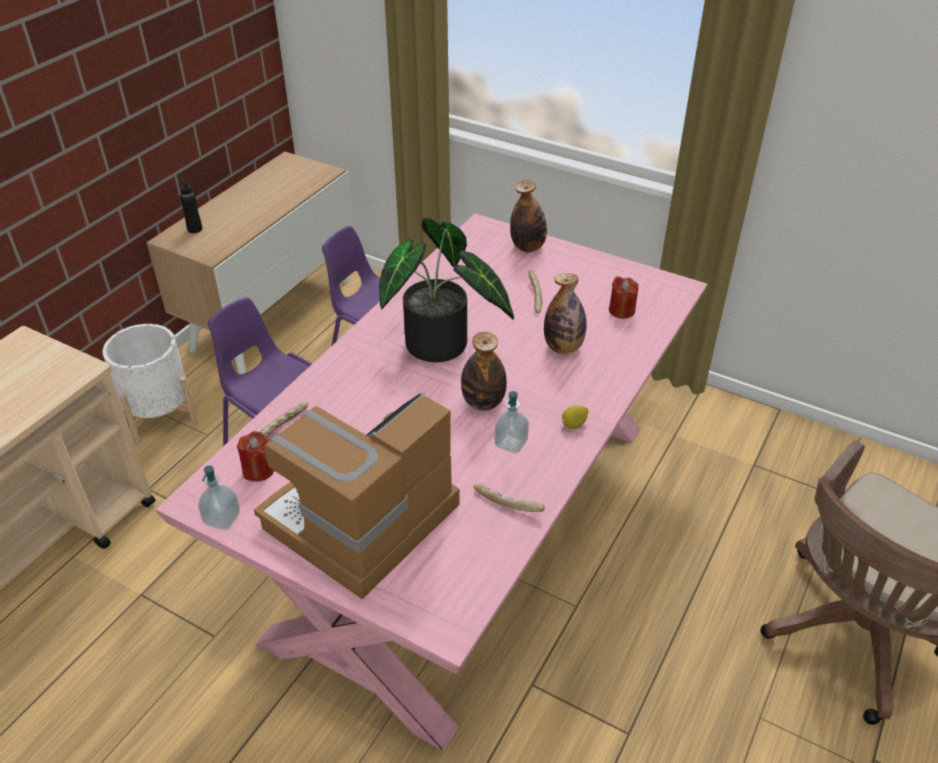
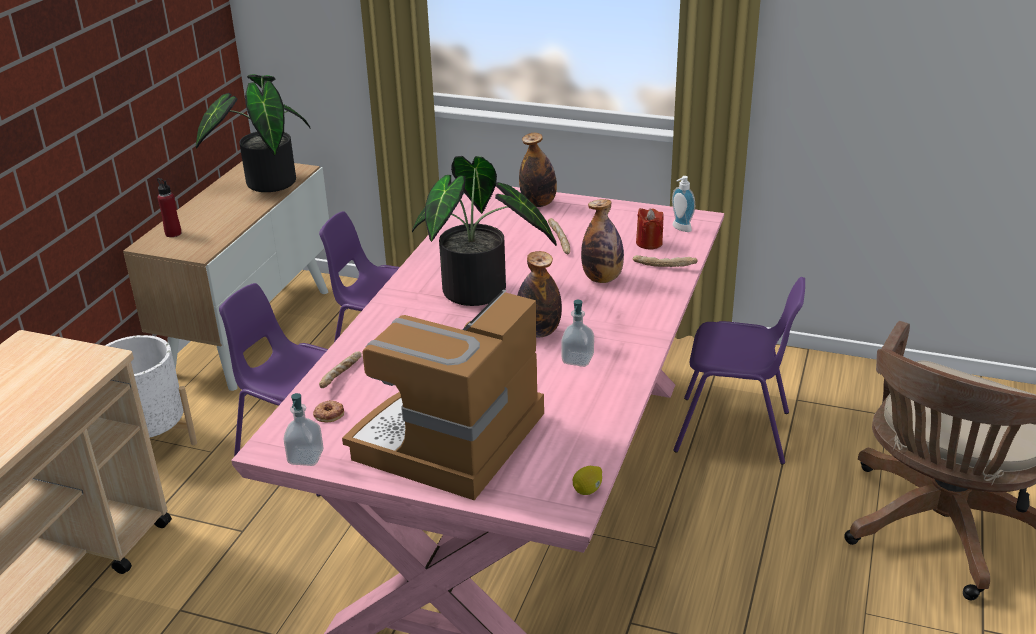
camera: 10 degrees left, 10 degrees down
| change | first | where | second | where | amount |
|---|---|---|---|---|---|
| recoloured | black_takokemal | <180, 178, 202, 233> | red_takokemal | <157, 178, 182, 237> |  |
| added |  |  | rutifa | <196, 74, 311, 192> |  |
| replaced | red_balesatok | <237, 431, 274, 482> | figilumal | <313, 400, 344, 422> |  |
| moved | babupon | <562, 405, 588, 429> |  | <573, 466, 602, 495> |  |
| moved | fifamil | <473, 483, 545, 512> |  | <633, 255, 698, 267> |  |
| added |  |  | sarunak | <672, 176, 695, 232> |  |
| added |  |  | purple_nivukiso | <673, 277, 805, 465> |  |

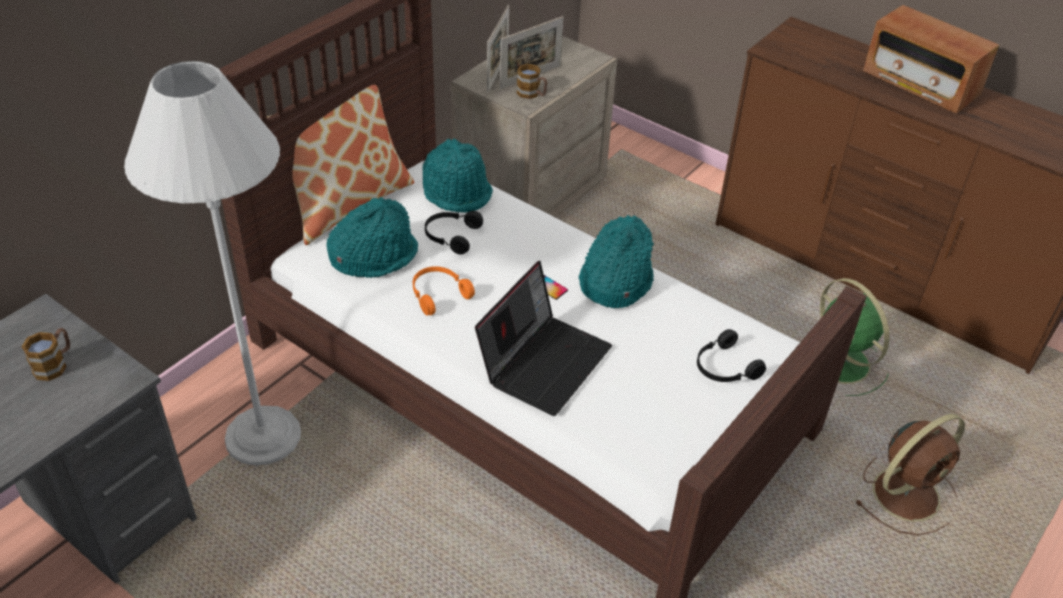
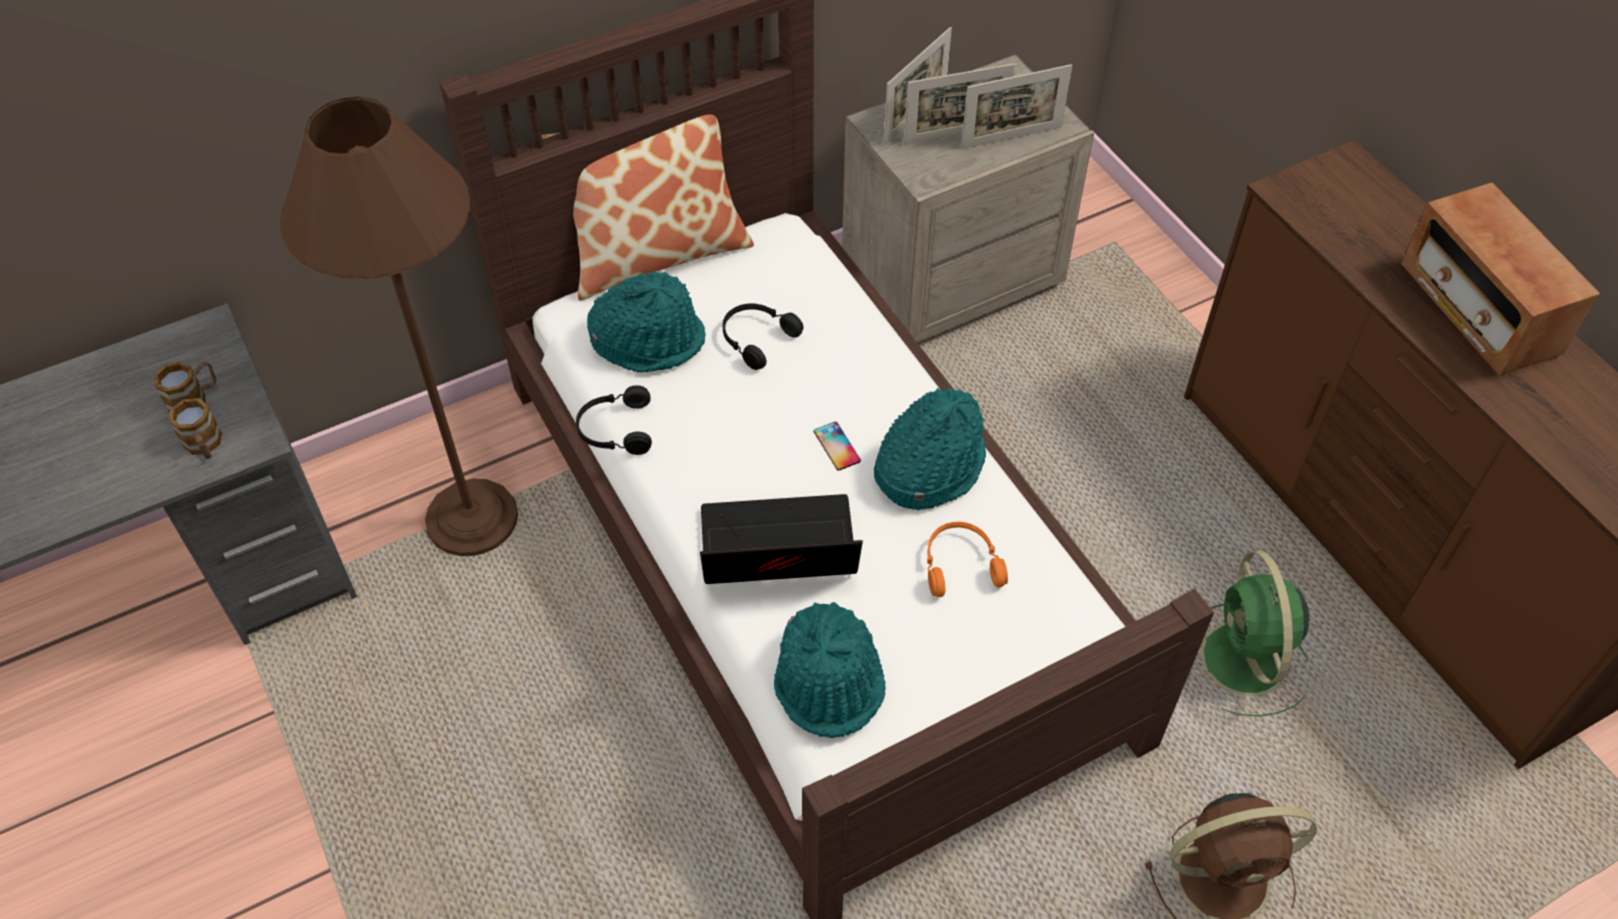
camera: 25 degrees right, 10 degrees up
| change | first | where | second | where | amount |
|---|---|---|---|---|---|
| moved | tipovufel | <517, 64, 547, 99> |  | <169, 398, 222, 459> |  |
| recoloured | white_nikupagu | <124, 61, 301, 466> | brown_nikupagu | <280, 97, 518, 556> |  |
| moved | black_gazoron | <697, 329, 766, 382> |  | <576, 385, 652, 455> |  |
| turned | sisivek | <475, 261, 612, 416> |  | <700, 494, 863, 584> | 150 degrees counterclockwise |
| moved | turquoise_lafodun | <422, 138, 493, 213> |  | <774, 602, 886, 738> |  |
| moved | orange_gazoron | <413, 266, 475, 315> |  | <927, 522, 1008, 597> |  |
| added |  |  | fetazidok | <961, 64, 1072, 149> |  |

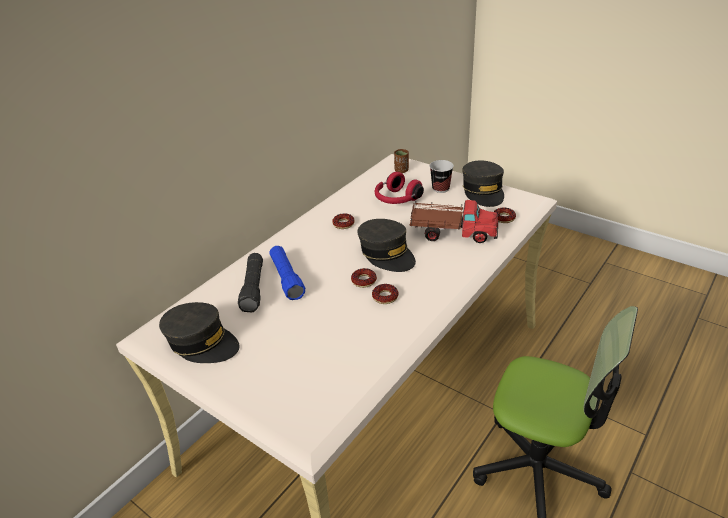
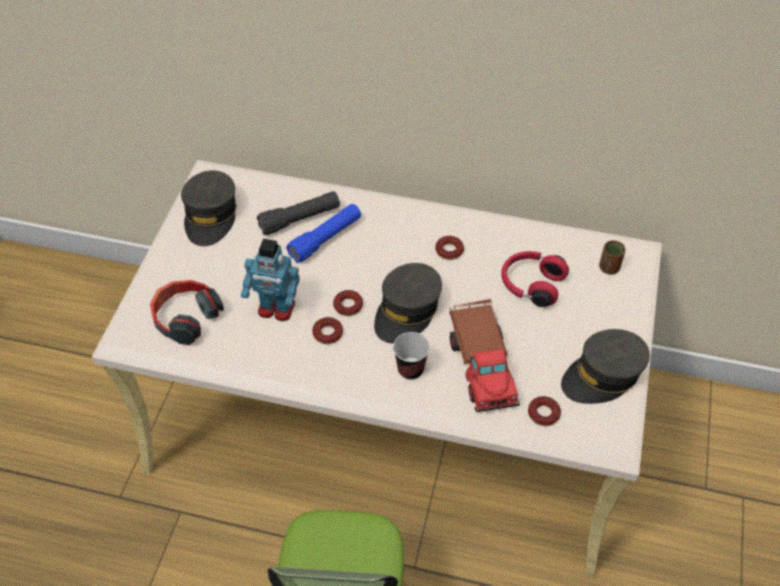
camera: 65 degrees right, 15 degrees up
| change | first | where | second | where | amount |
|---|---|---|---|---|---|
| added |  |  | gazoron | <150, 280, 224, 345> |  |
| added |  |  | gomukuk | <241, 239, 299, 321> |  |
| moved | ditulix | <430, 160, 454, 193> |  | <393, 332, 430, 380> |  |

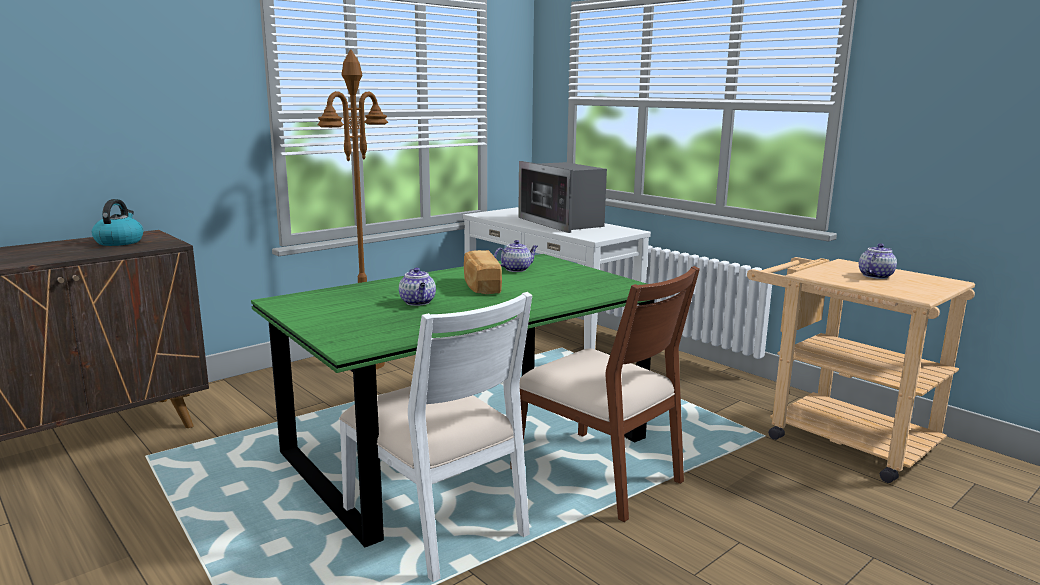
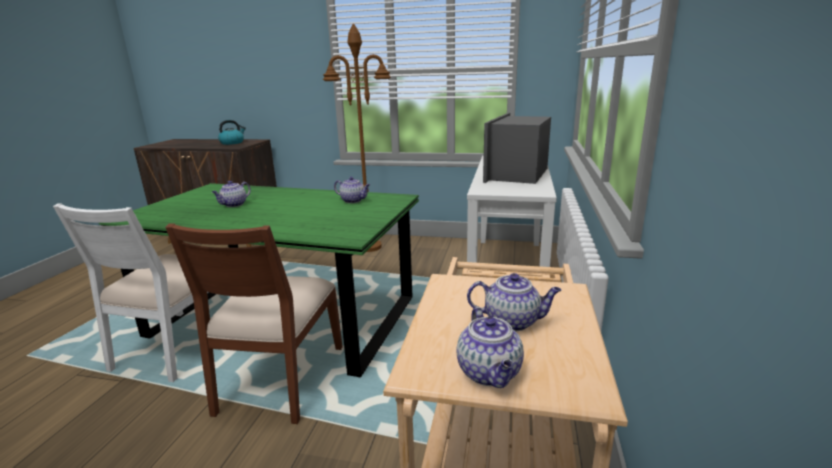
camera: 55 degrees right, 5 degrees up
| change | first | where | second | where | amount |
|---|---|---|---|---|---|
| added |  |  | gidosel | <456, 307, 524, 388> |  |
| removed | fifamil | <464, 250, 502, 294> |  |  |  |

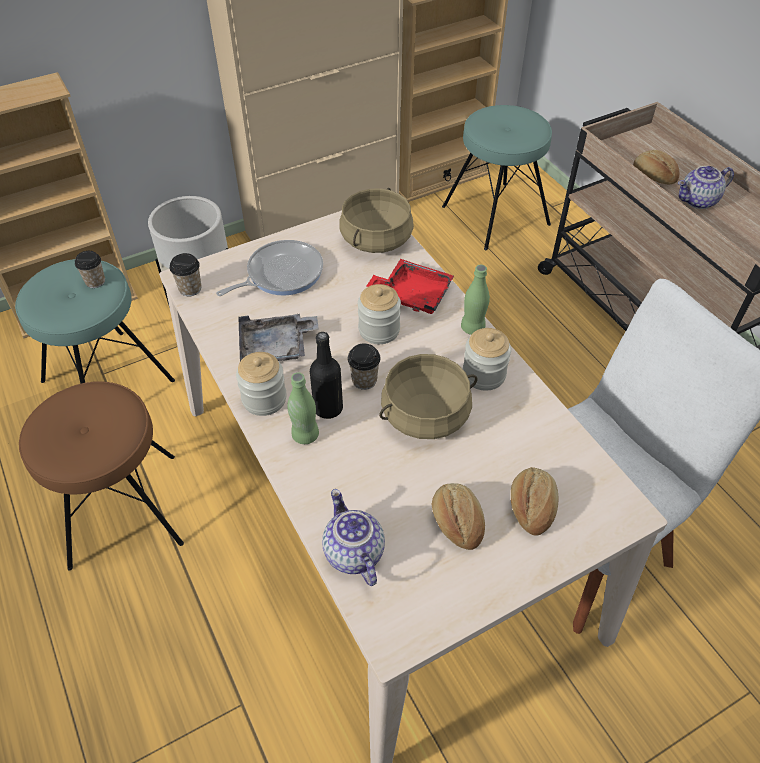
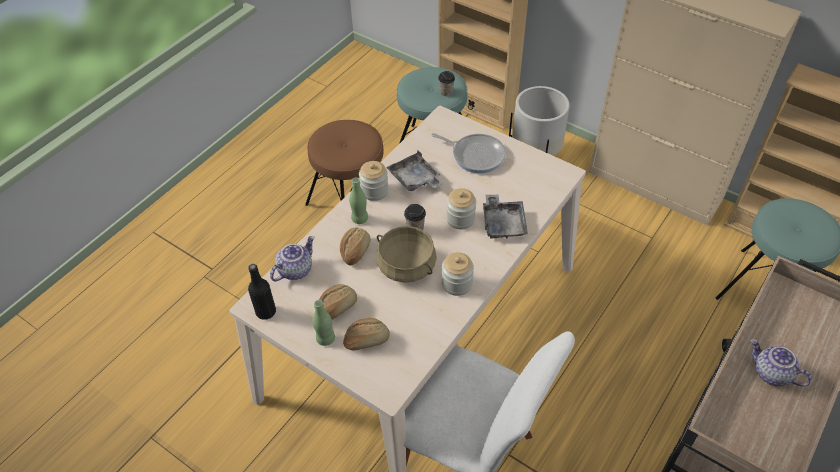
camera: 65 degrees right, 0 degrees up
| change | first | where | second | where | amount |
|---|---|---|---|---|---|
| moved | black_takokemal | <310, 332, 343, 419> |  | <248, 264, 276, 320> |  |
| moved | green_takokemal | <461, 265, 490, 335> |  | <312, 300, 335, 346> |  |
| moved | fifamil | <633, 150, 679, 185> |  | <340, 227, 371, 266> |  |
| recoloured | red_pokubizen | <366, 259, 454, 314> | grey_pokubizen | <483, 194, 528, 239> |  |
| removed | ditulix | <170, 253, 201, 297> |  |  |  |
| removed | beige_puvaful | <339, 188, 414, 253> |  |  |  |

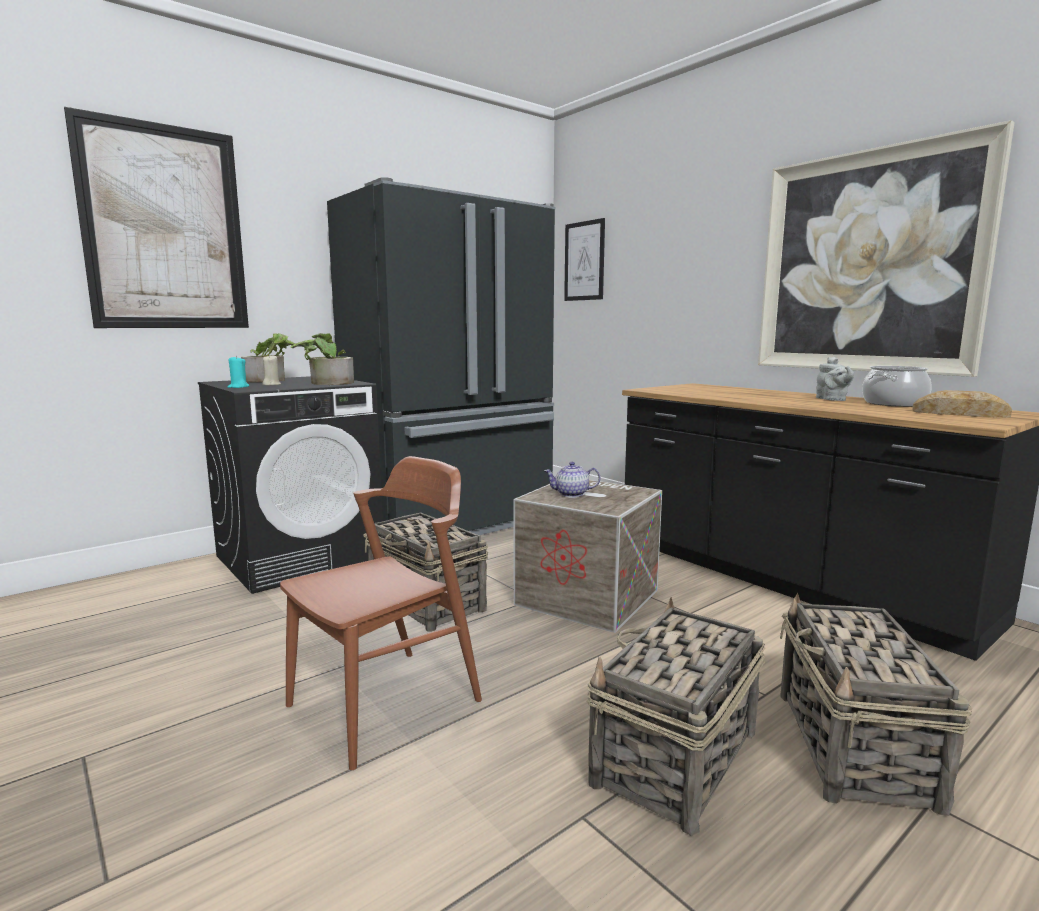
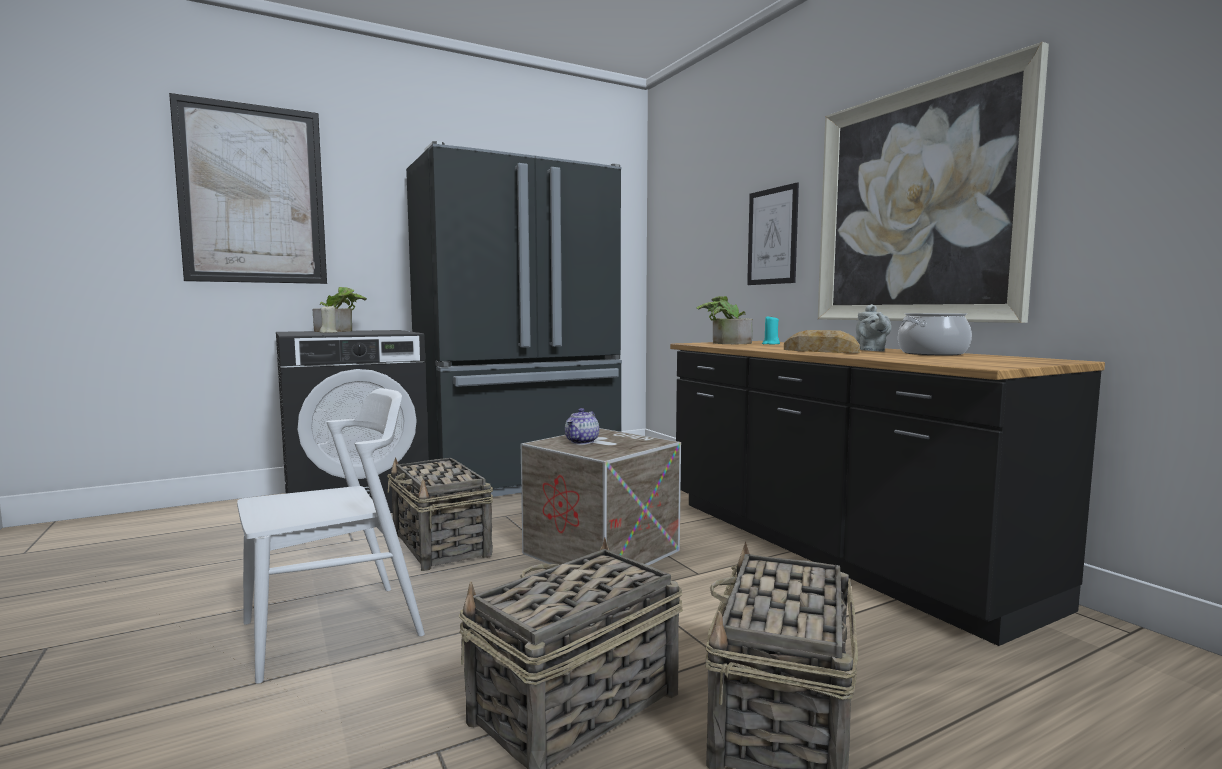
camera: 10 degrees right, 5 degrees down
| change | first | where | second | where | amount |
|---|---|---|---|---|---|
| recoloured | brown_nivukiso | <280, 456, 482, 770> | white_nivukiso | <237, 388, 425, 684> |  |
| turned | gidosel | <544, 462, 600, 497> |  | <565, 408, 599, 444> | 75 degrees counterclockwise |
| moved | rutifa | <290, 333, 354, 385> |  | <697, 296, 753, 344> |  |
| moved | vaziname | <564, 218, 605, 301> |  | <747, 183, 799, 285> |  |
| moved | turquoise_balesatok | <228, 356, 249, 388> |  | <762, 316, 780, 344> |  |
| moved | fifamil | <912, 390, 1012, 418> |  | <784, 330, 860, 353> |  |

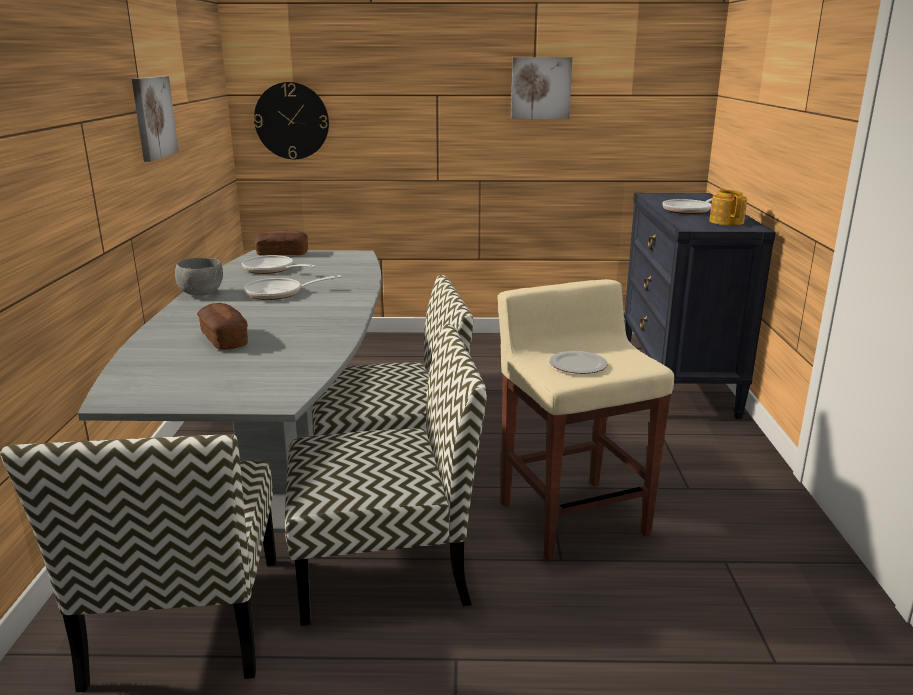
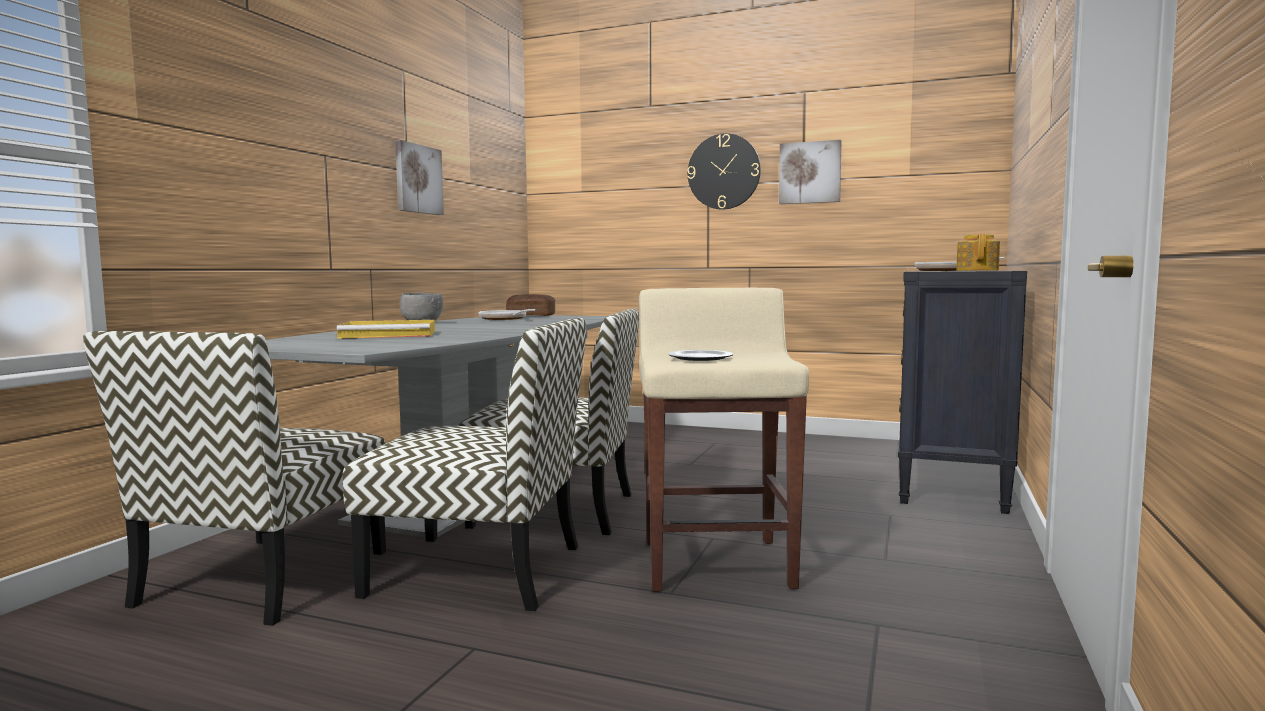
camera: 20 degrees right, 15 degrees down
| change | first | where | second | where | amount |
|---|---|---|---|---|---|
| replaced | fifamil | <197, 303, 248, 350> | yellow_pokubizen | <337, 320, 435, 339> |  |
| moved | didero | <254, 82, 329, 159> |  | <687, 133, 761, 210> |  |
| removed | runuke | <244, 275, 342, 300> |  |  |  |

